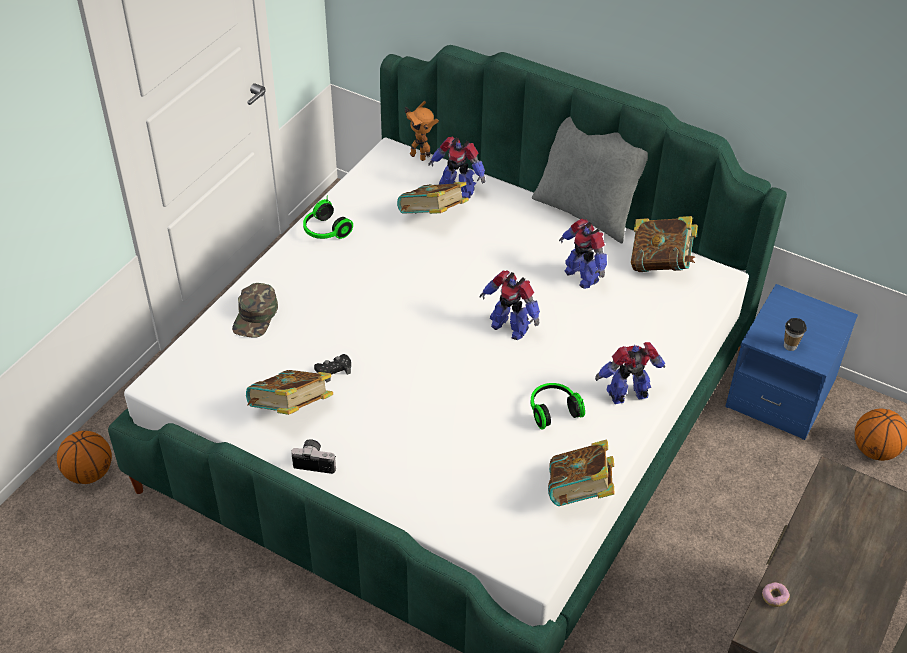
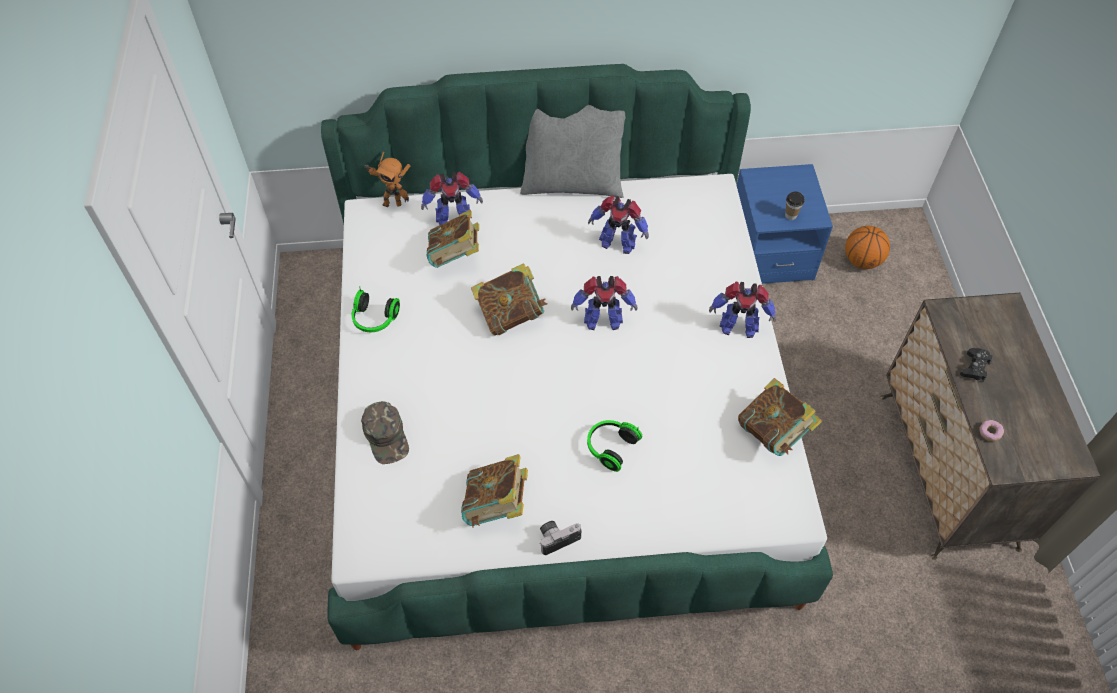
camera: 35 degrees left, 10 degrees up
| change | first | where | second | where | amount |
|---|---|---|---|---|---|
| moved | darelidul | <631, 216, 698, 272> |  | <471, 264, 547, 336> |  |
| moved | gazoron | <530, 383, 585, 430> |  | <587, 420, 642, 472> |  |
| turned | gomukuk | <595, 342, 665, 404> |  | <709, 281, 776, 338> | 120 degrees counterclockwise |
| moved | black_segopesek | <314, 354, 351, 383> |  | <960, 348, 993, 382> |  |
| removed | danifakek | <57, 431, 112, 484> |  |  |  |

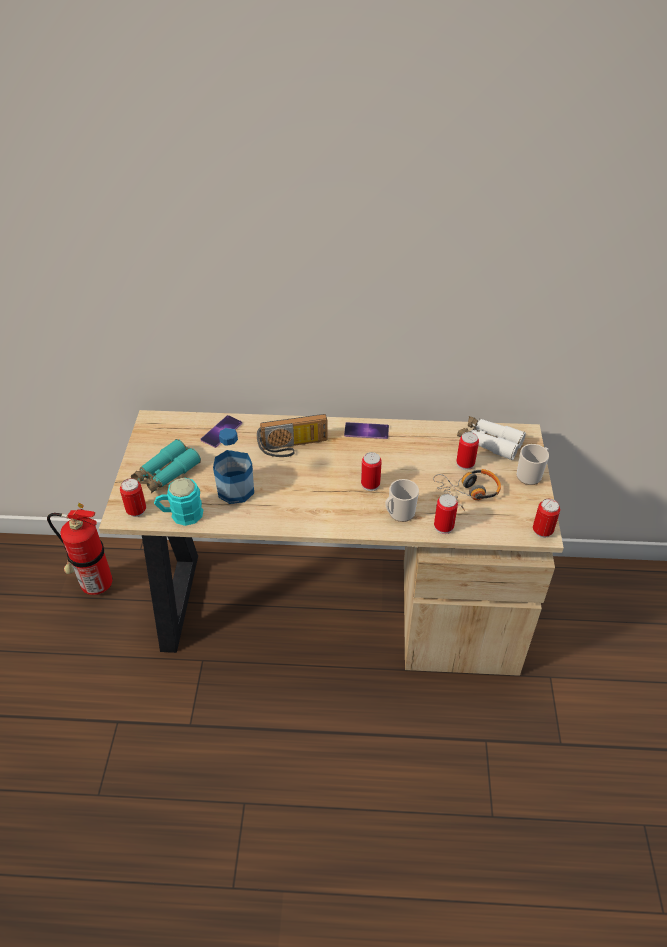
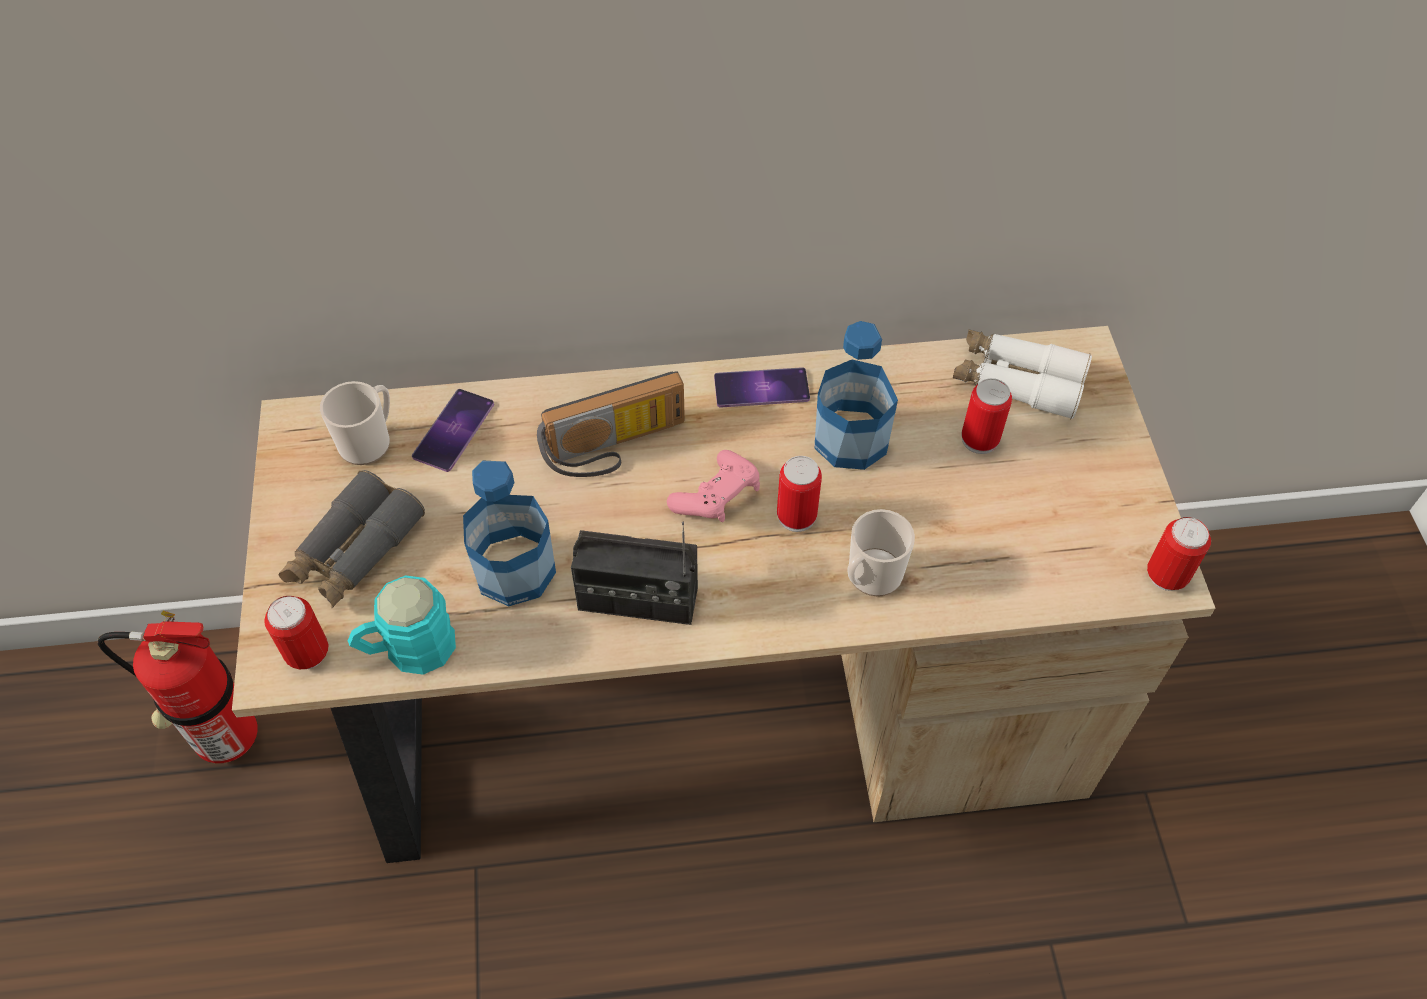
camera: 10 degrees left, 10 degrees up
| change | first | where | second | where | amount |
|---|---|---|---|---|---|
| recoloured | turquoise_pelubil | <131, 439, 201, 493> | grey_pelubil | <278, 470, 425, 608> |  |
| moved | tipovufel | <516, 444, 549, 485> |  | <320, 381, 390, 465> |  |
| added |  |  | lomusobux | <571, 522, 698, 625> |  |
| added |  |  | pink_segopesek | <667, 450, 760, 522> |  |
| added |  |  | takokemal | <814, 321, 898, 470> |  |
| removed | gazoron | <433, 469, 501, 511> |  |  |  |
| removed | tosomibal | <434, 494, 458, 534> |  |  |  |

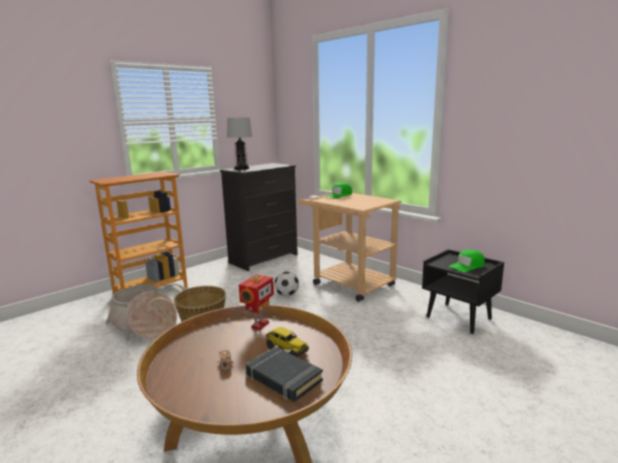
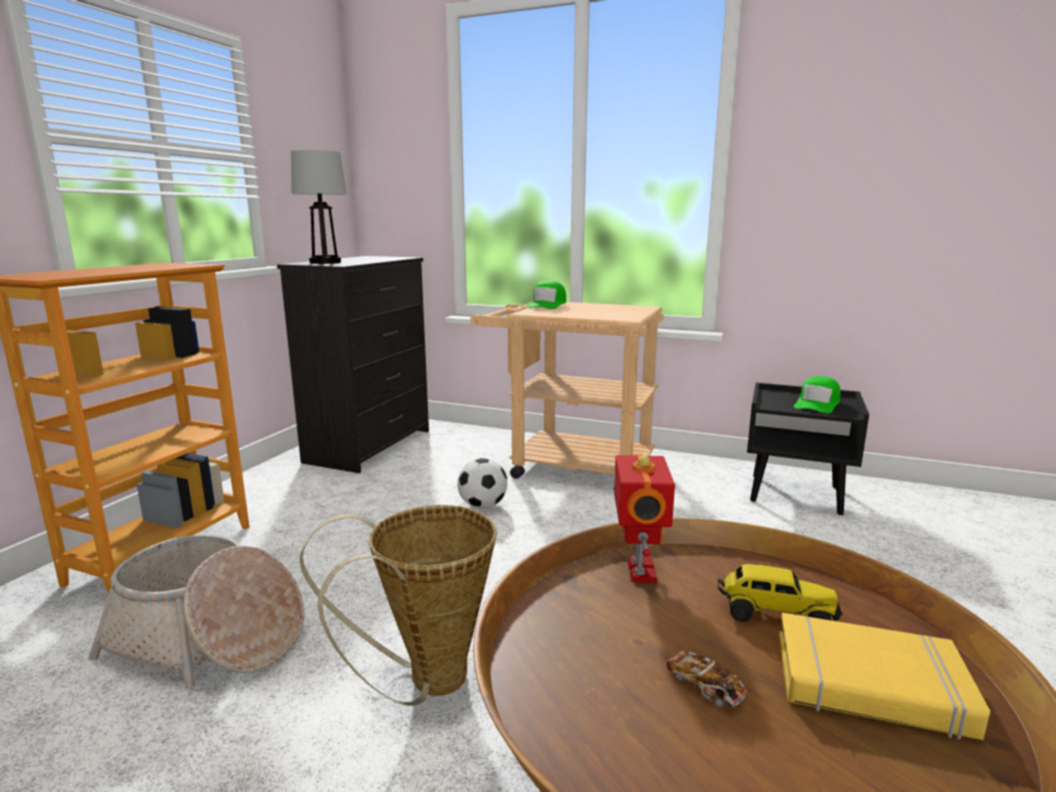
camera: 25 degrees left, 0 degrees up
| change | first | where | second | where | amount |
|---|---|---|---|---|---|
| recoloured | black_darelidul | <246, 347, 323, 402> | yellow_darelidul | <779, 613, 990, 740> |  |

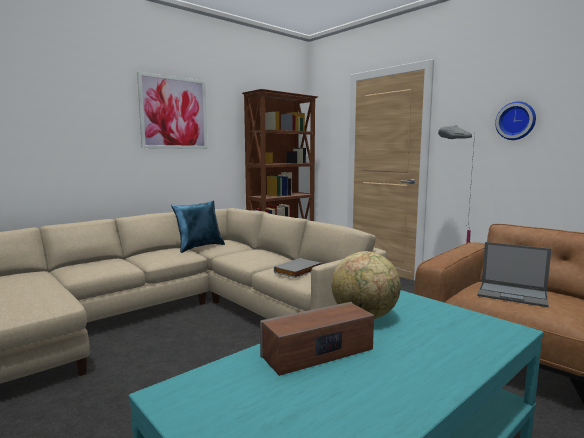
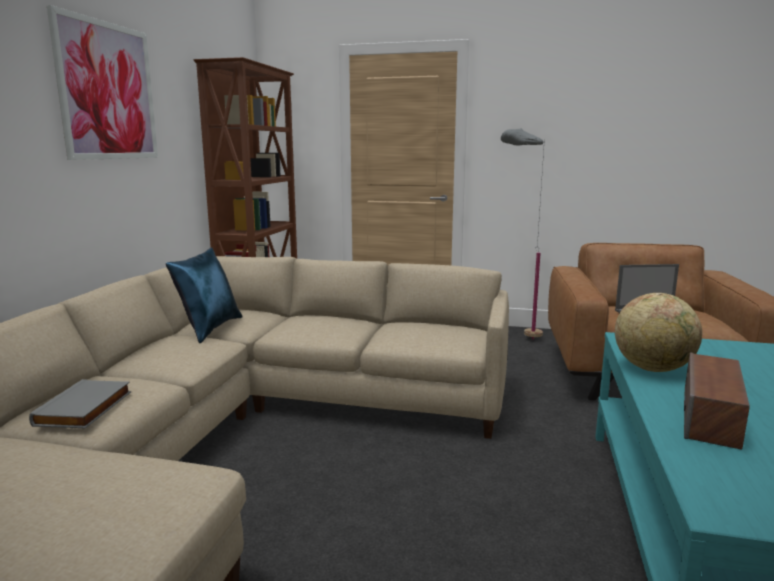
camera: 35 degrees left, 5 degrees up
| change | first | where | second | where | amount |
|---|---|---|---|---|---|
| moved | grey_darelidul | <274, 258, 321, 278> |  | <29, 379, 131, 428> |  |
| removed | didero | <495, 101, 536, 140> |  |  |  |

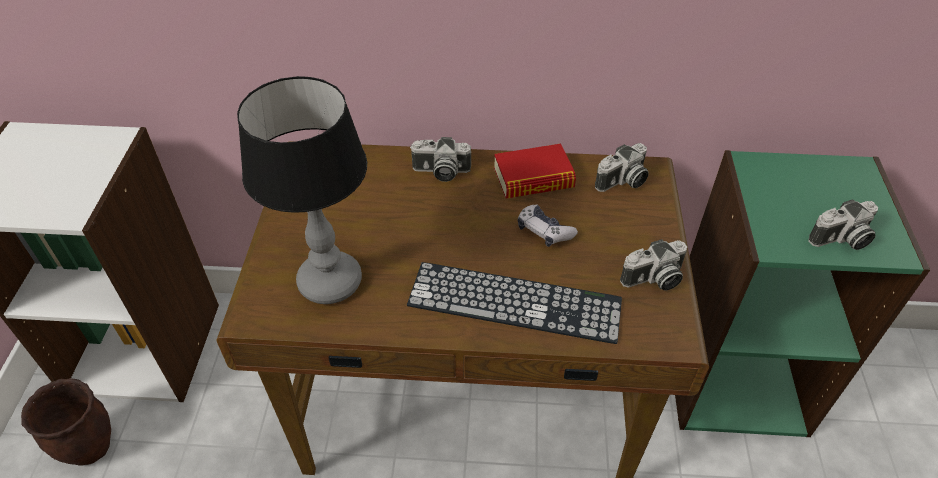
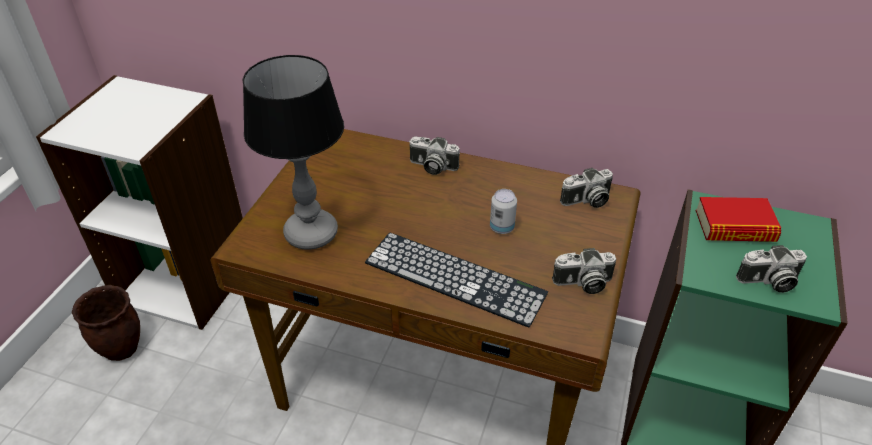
camera: 15 degrees right, 5 degrees down
| change | first | where | second | where | amount |
|---|---|---|---|---|---|
| replaced | segopesek | <518, 205, 578, 247> | tosomibal | <490, 189, 517, 234> |  |
| moved | darelidul | <494, 144, 576, 198> |  | <696, 197, 781, 242> |  |

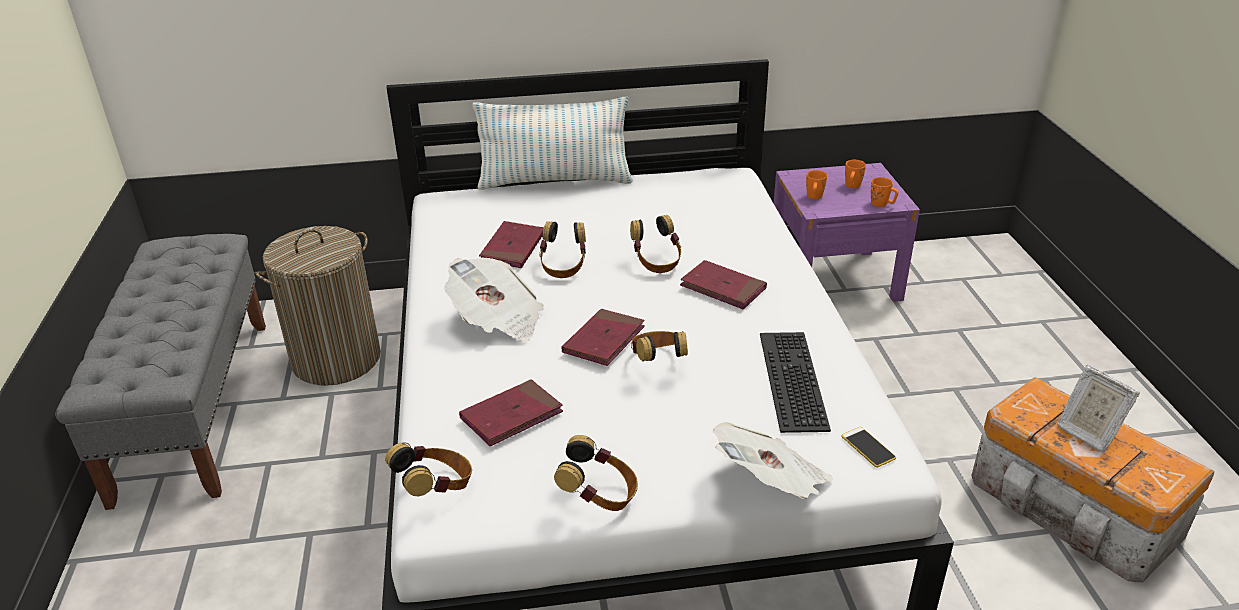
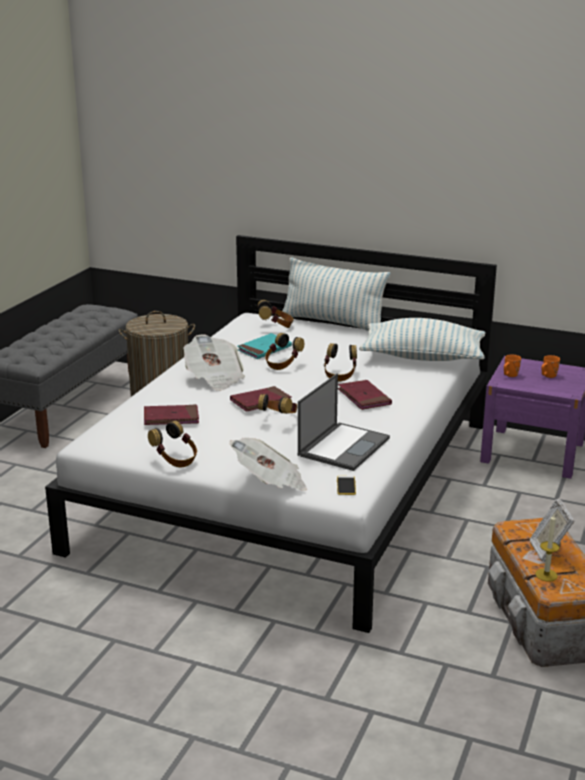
camera: 30 degrees right, 10 degrees down
| change | first | where | second | where | amount |
|---|---|---|---|---|---|
| recoloured | red_darelidul | <479, 221, 544, 268> | turquoise_darelidul | <237, 333, 292, 359> |  |
| moved | gazoron | <385, 443, 472, 496> |  | <258, 300, 294, 328> |  |
| replaced | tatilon | <760, 332, 831, 433> | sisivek | <298, 373, 390, 471> |  |
| added |  |  | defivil | <359, 318, 486, 361> |  |
| added |  |  | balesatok | <535, 514, 560, 582> |  |
| removed | orange_tipovufel | <871, 177, 899, 207> |  |  |  |

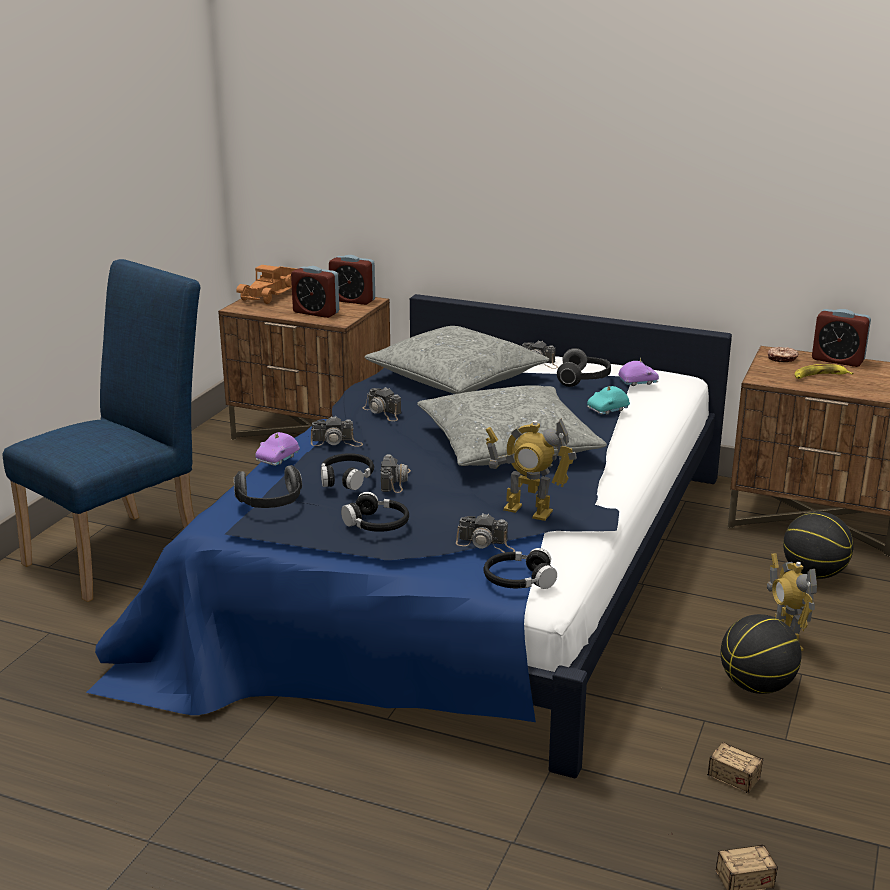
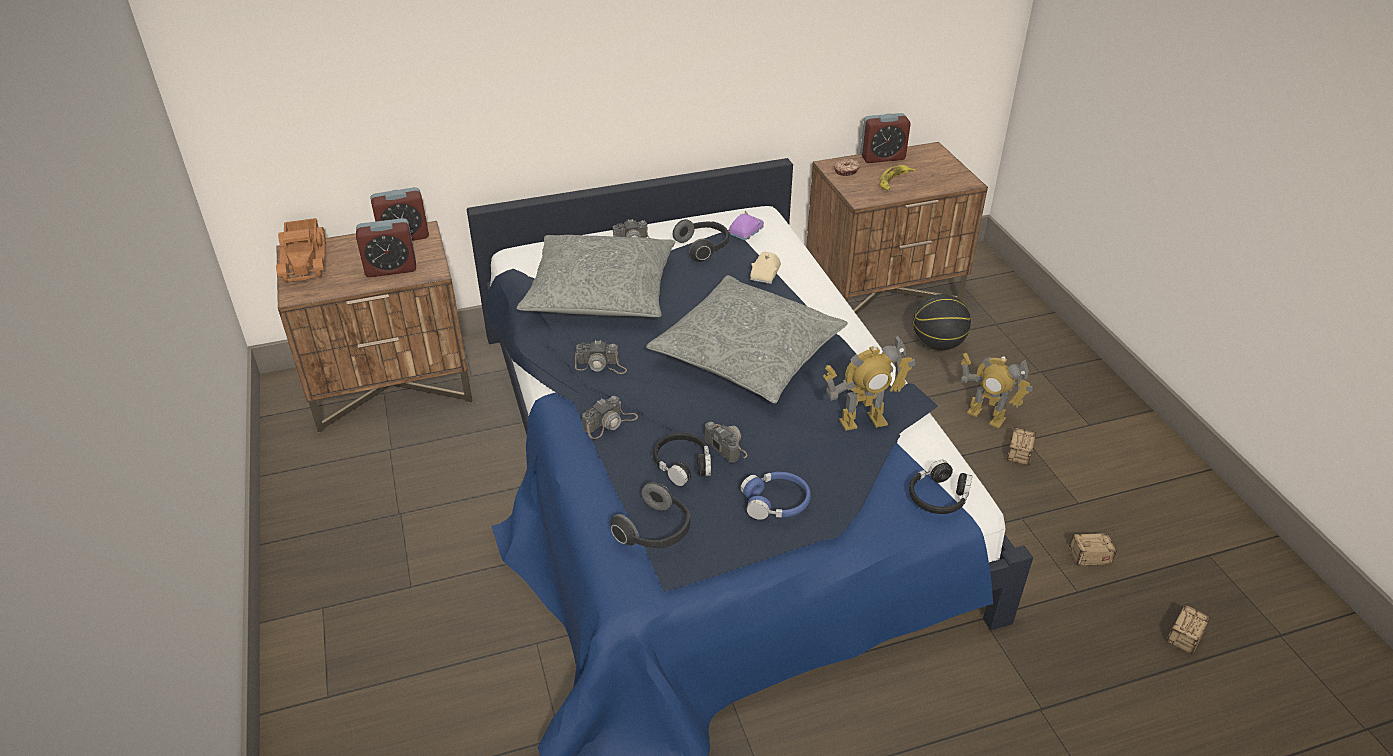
camera: 40 degrees left, 15 degrees up
| change | first | where | second | where | amount |
|---|---|---|---|---|---|
| recoloured | black_gazoron | <341, 492, 409, 532> | blue_gazoron | <741, 472, 811, 520> |  |
| recoloured | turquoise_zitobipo | <587, 386, 630, 415> | beige_zitobipo | <750, 252, 781, 284> |  |
| replaced | danifakek | <720, 614, 802, 694> | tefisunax | <1006, 427, 1036, 465> |  |
| removed | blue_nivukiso | <2, 259, 201, 602> |  |  |  |
| removed | purple_zitobipo | <255, 432, 300, 466> |  |  |  |
| removed | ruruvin | <456, 513, 515, 553> |  |  |  |

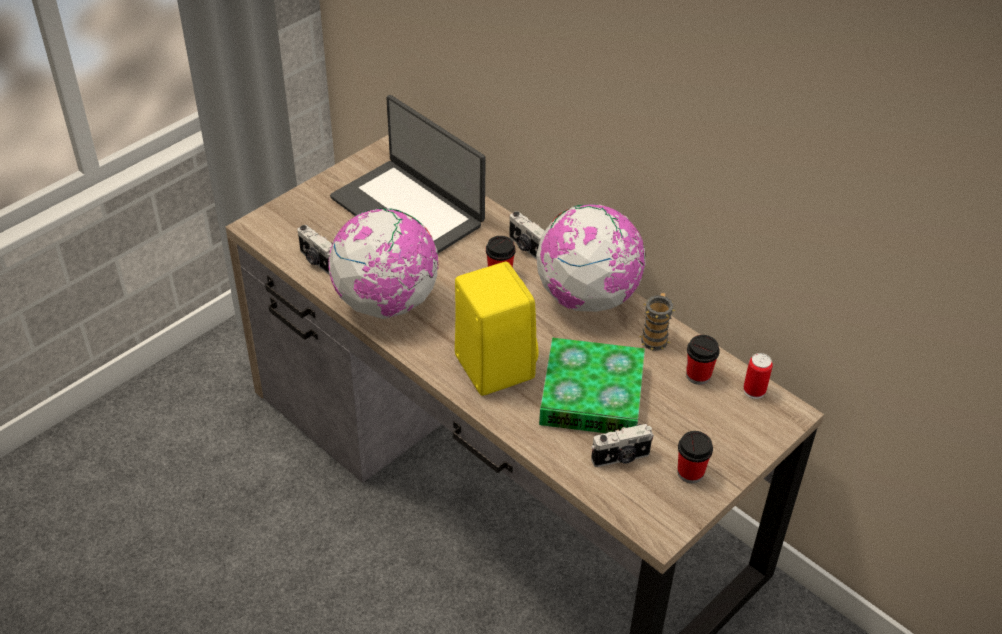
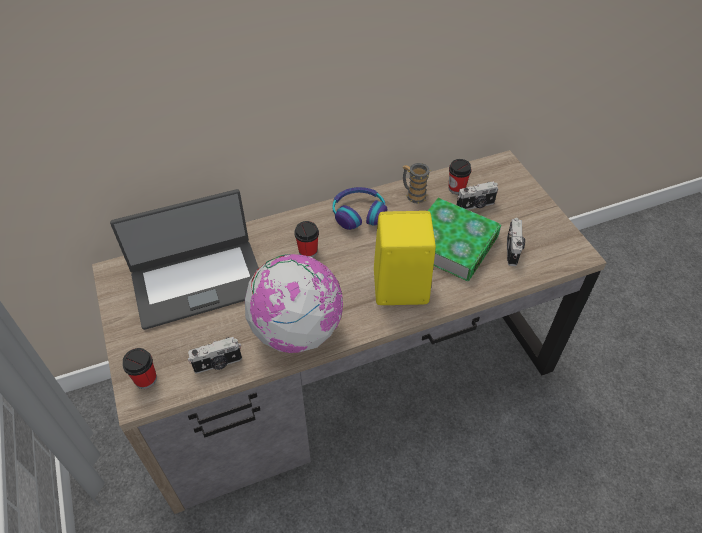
camera: 65 degrees left, 5 degrees up
| change | first | where | second | where | amount |
|---|---|---|---|---|---|
| moved | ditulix | <678, 431, 713, 484> |  | <123, 348, 157, 389> |  |
| replaced | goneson | <536, 204, 646, 312> | gazoron | <332, 187, 387, 230> |  |
| moved | ruruvin | <509, 211, 545, 260> |  | <457, 181, 498, 210> |  |
| removed | tosomibal | <743, 353, 773, 399> |  |  |  |

